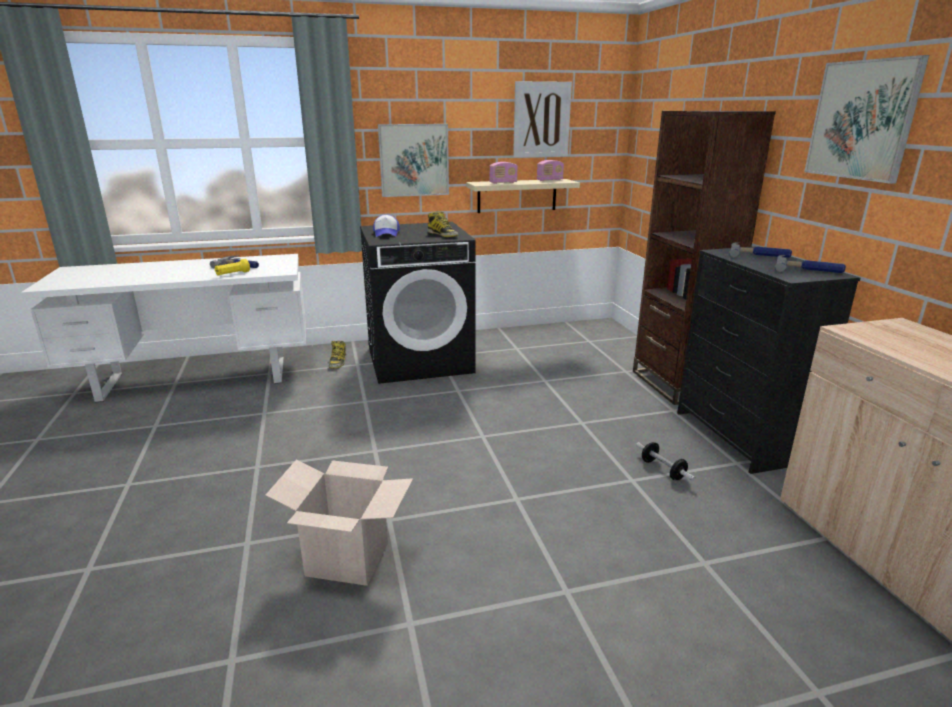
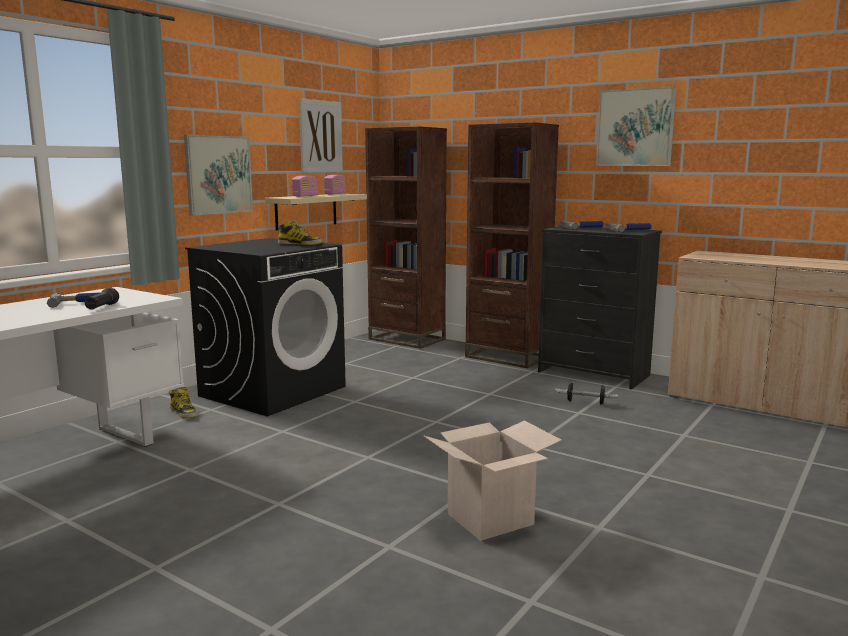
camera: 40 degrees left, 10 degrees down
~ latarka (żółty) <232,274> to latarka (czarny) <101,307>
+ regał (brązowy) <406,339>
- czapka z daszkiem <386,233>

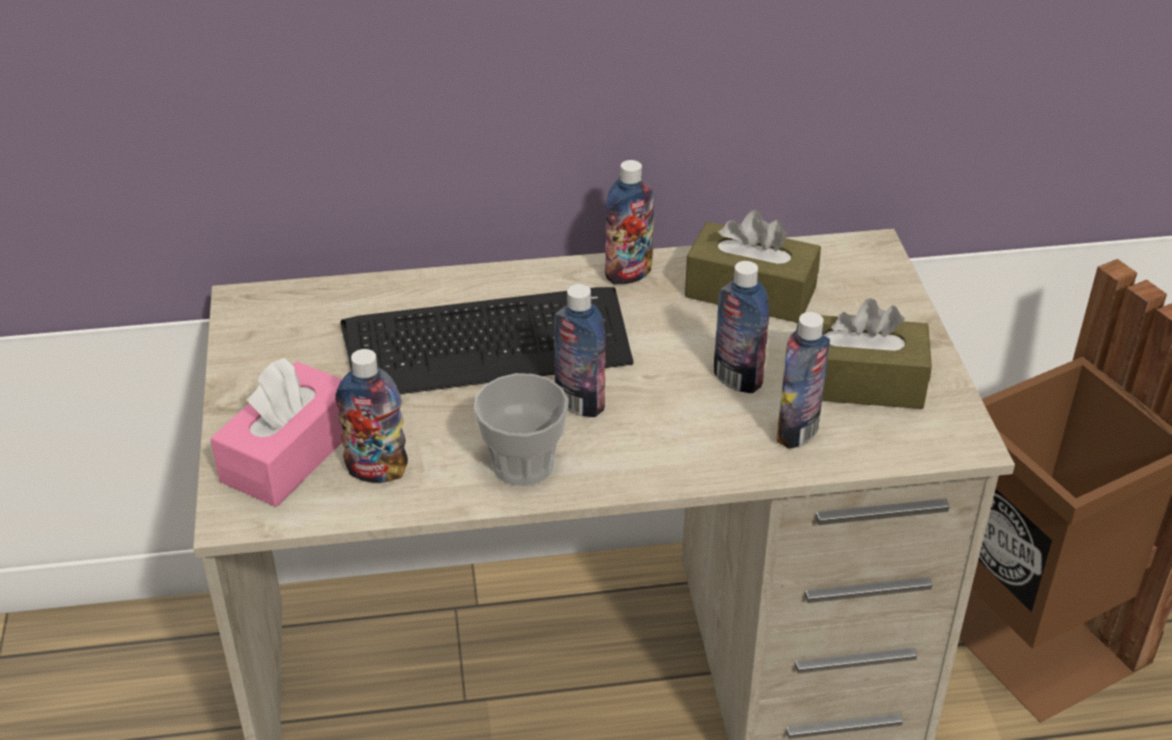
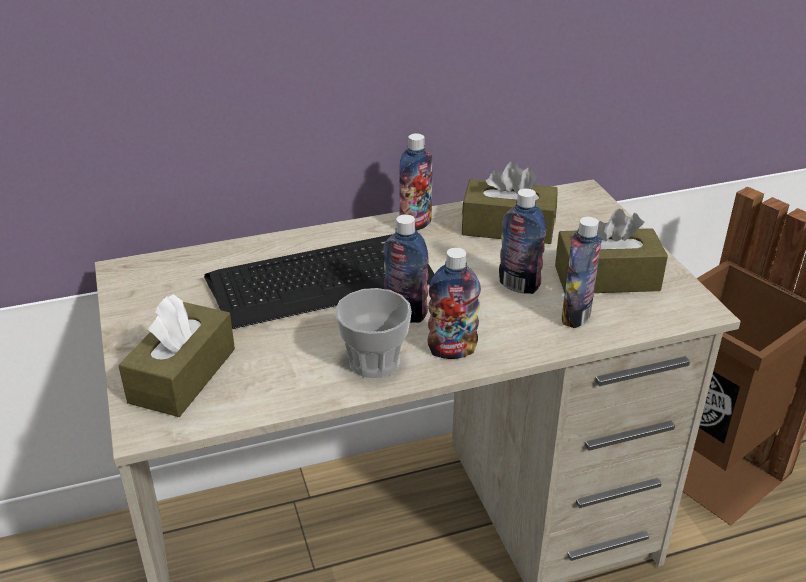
camera: 10 degrees left, 5 degrees down
~ pudełko chusteczek (różowy) <290,454> to pudełko chusteczek (brązowy) <183,375>
~ butelka <377,471> to <452,350>

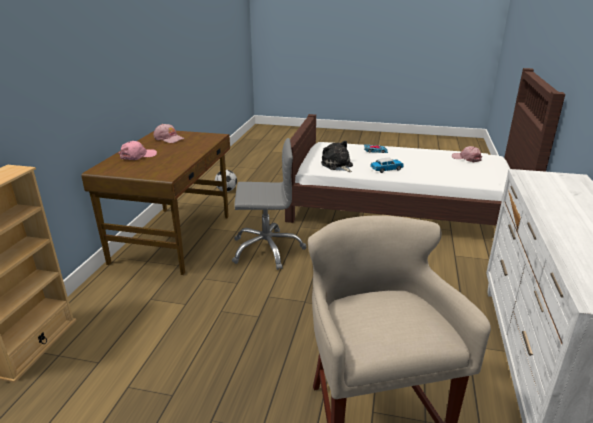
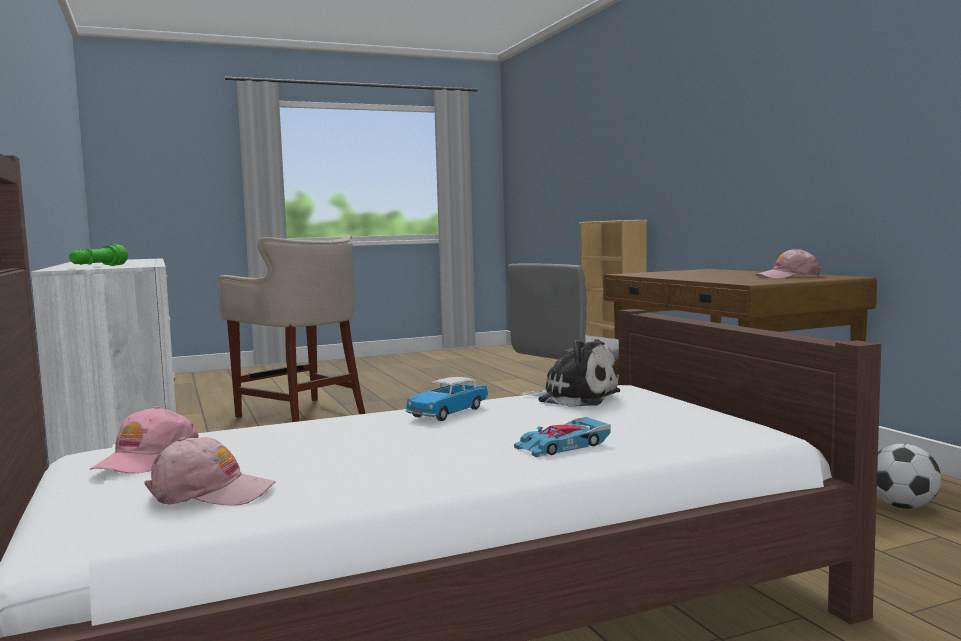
camera: 145 degrees right, 20 degrees down
+ latarka (zielony) <98,266>
~ czapka z daszkiem (różowy) <138,156> to <146,459>

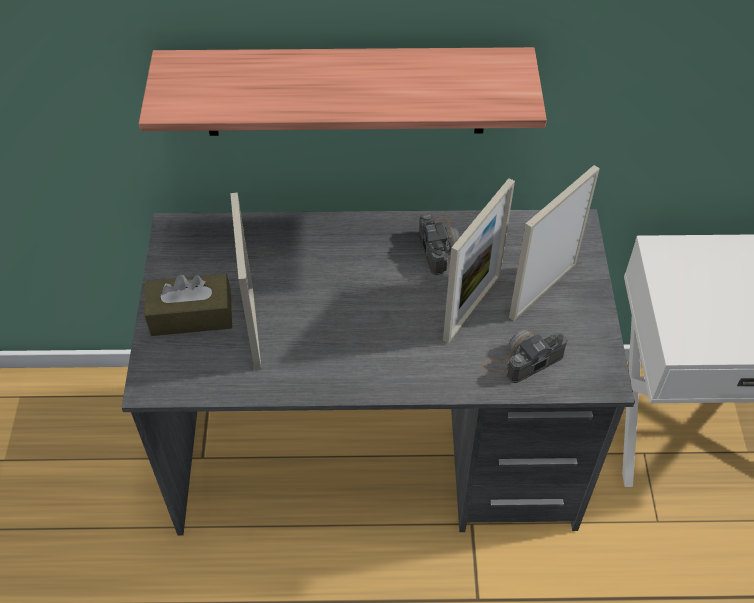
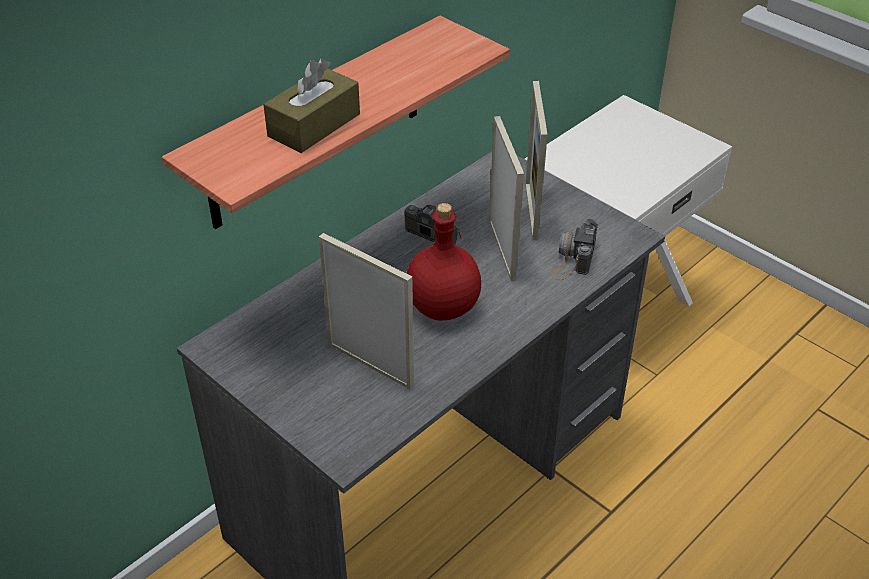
camera: 45 degrees left, 10 degrees down
~ pudełko chusteczek (brązowy) <191,315> to <314,125>
+ butelka (czerwony) <443,308>

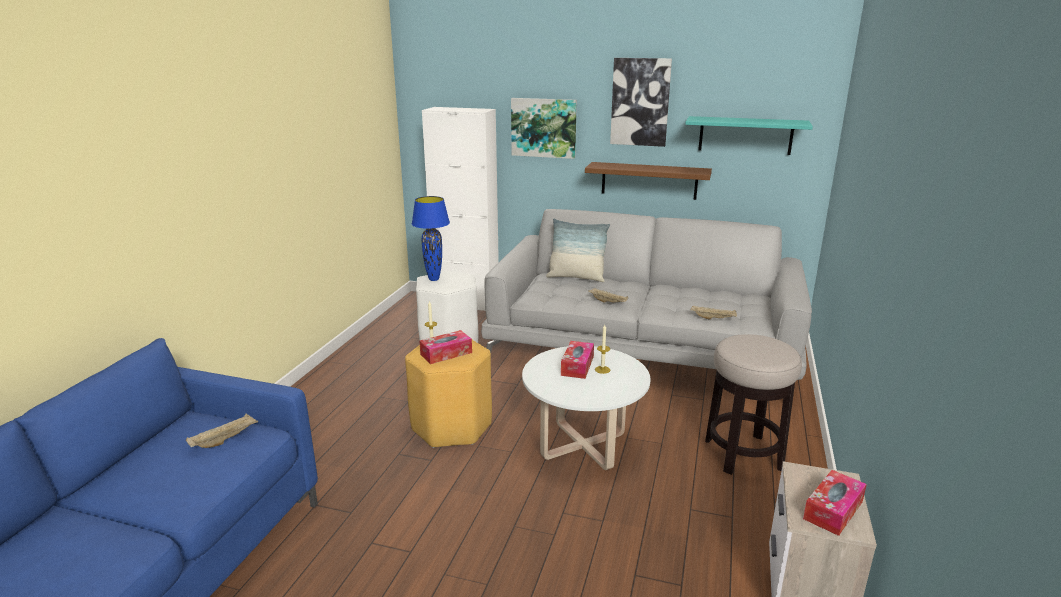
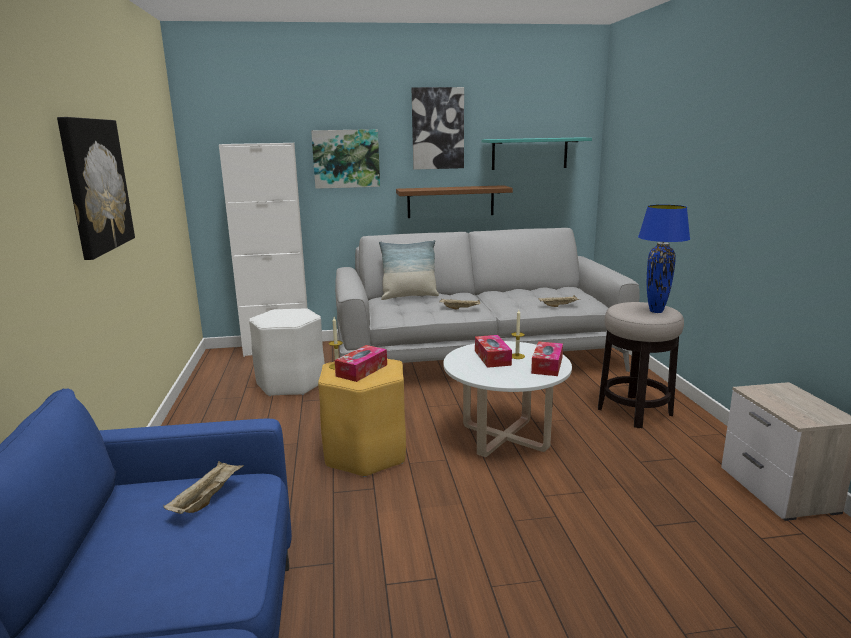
camera: 25 degrees left, 5 degrees down
+ obraz <96,185>
~ pudełko chusteczek <833,510> to <547,365>
~ lampa stołowa (niebieski) <434,279> to <656,311>

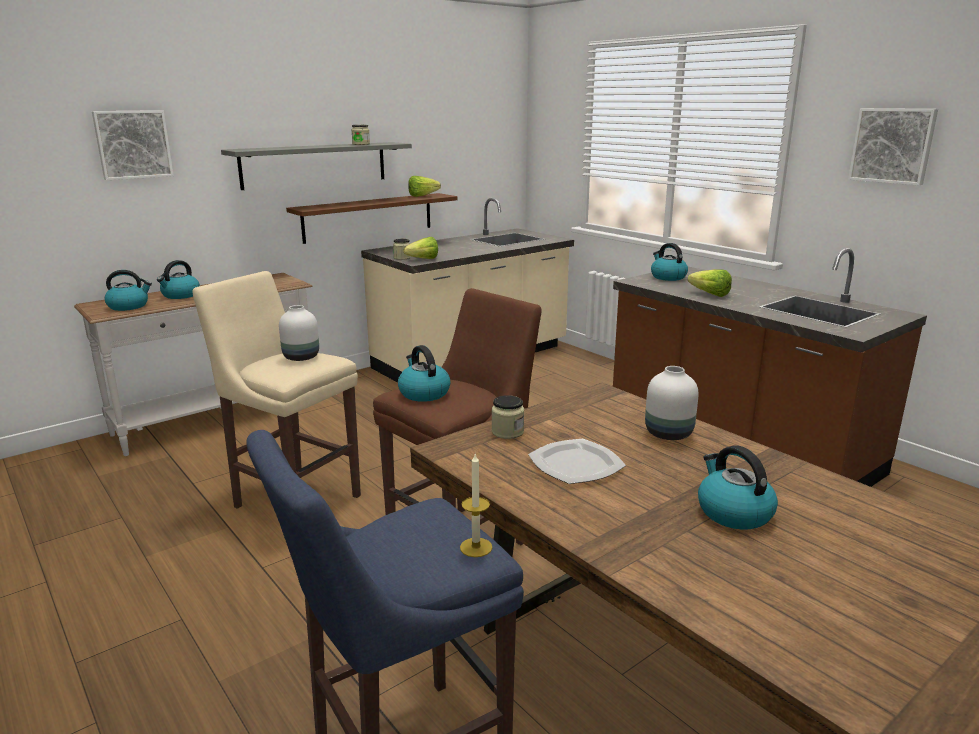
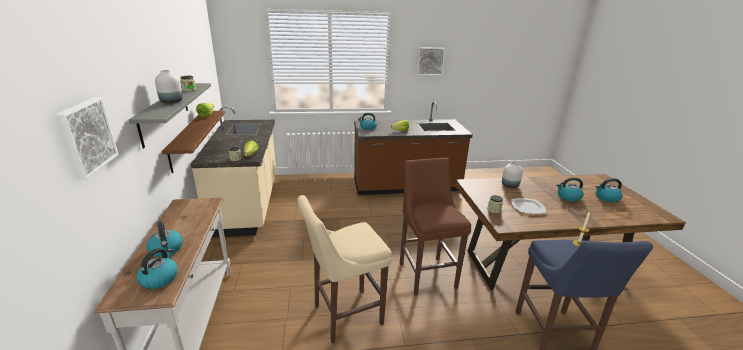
camera: 60 degrees left, 5 degrees up
~ wazon (biały) <302,357> to <172,102>
~ czajnik <423,393> to <606,198>

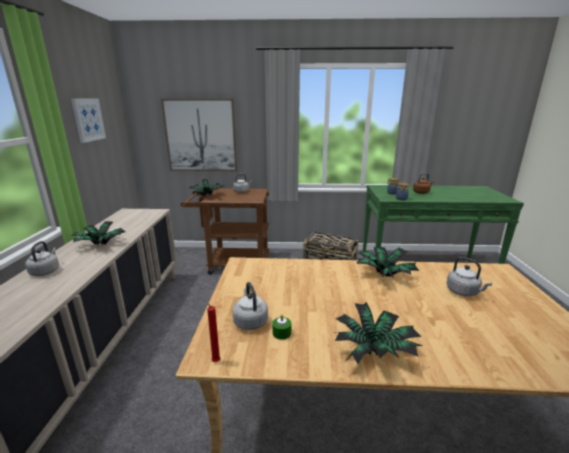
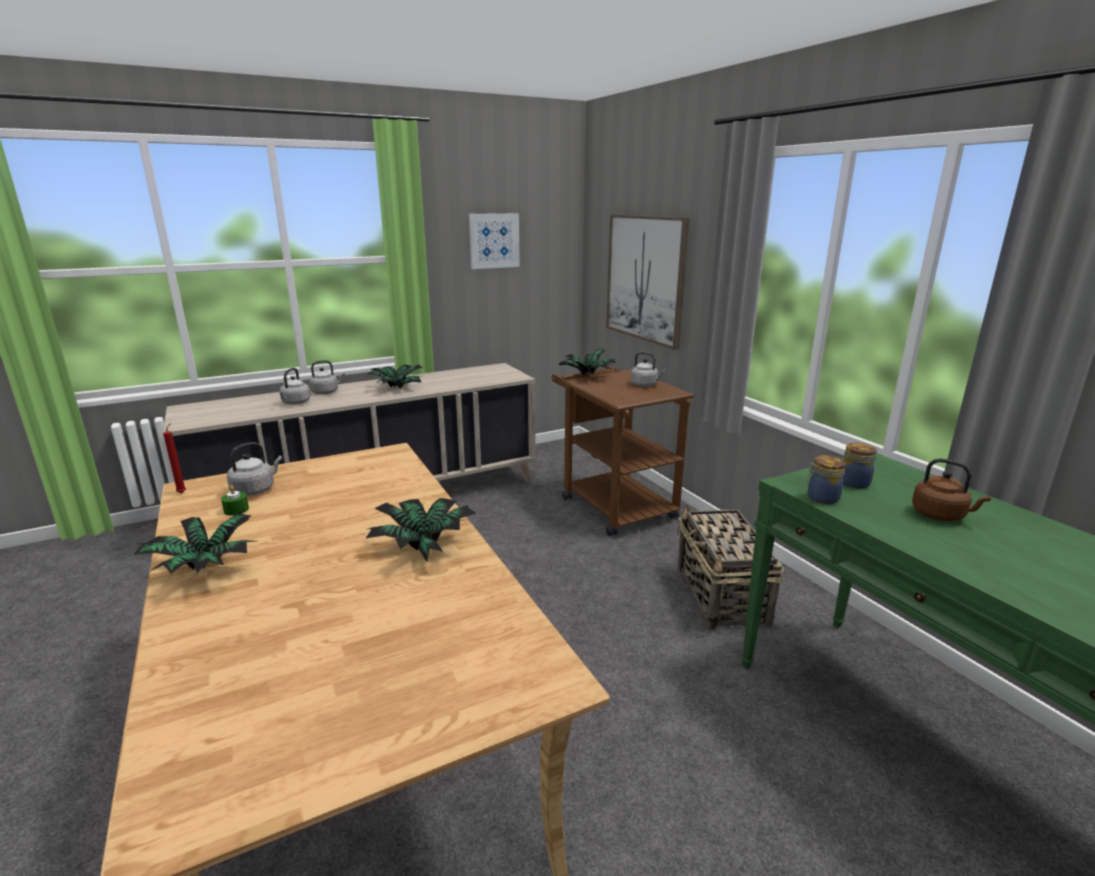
camera: 60 degrees right, 0 degrees up
~ czajnik (szary) <464,292> to <295,403>

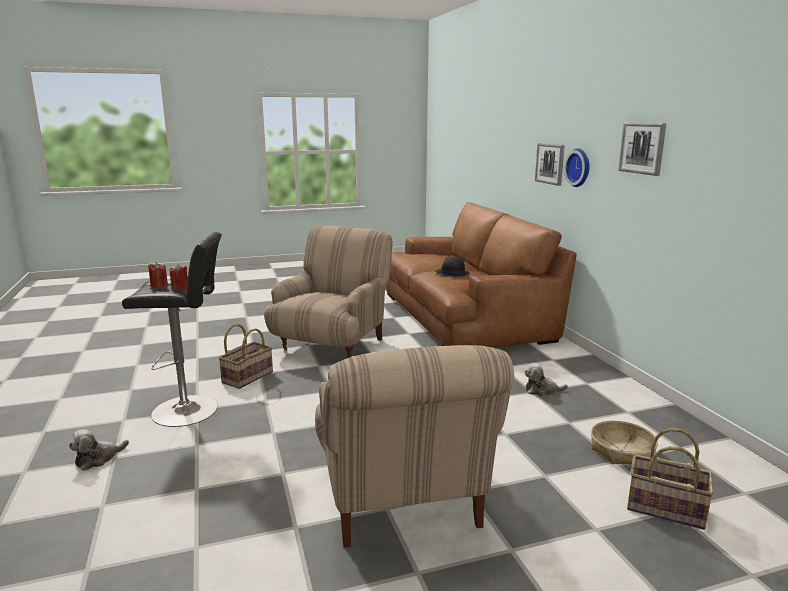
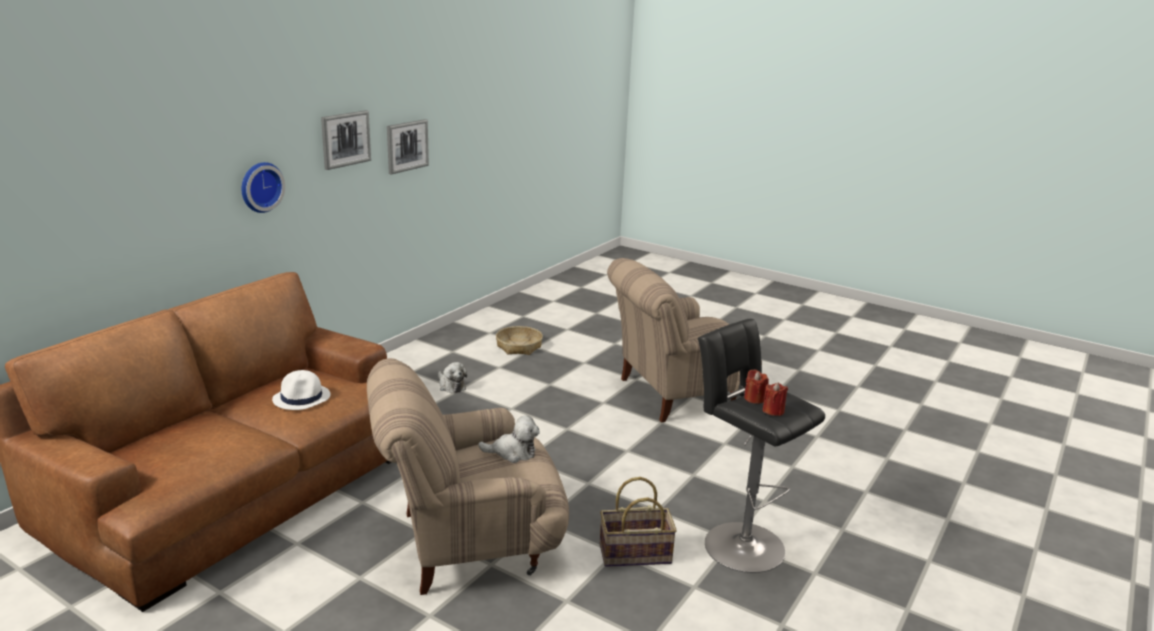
camera: 130 degrees left, 5 degrees up
~ kapelusz (czarny) <452,273> to kapelusz (biały) <302,398>
~ obraz <550,163> to <407,146>
~ pluszak <98,458> to <512,452>
~ fotel (beżowy) <403,499> = <676,394> 150 degrees counterclockwise
- koszyk <665,509>

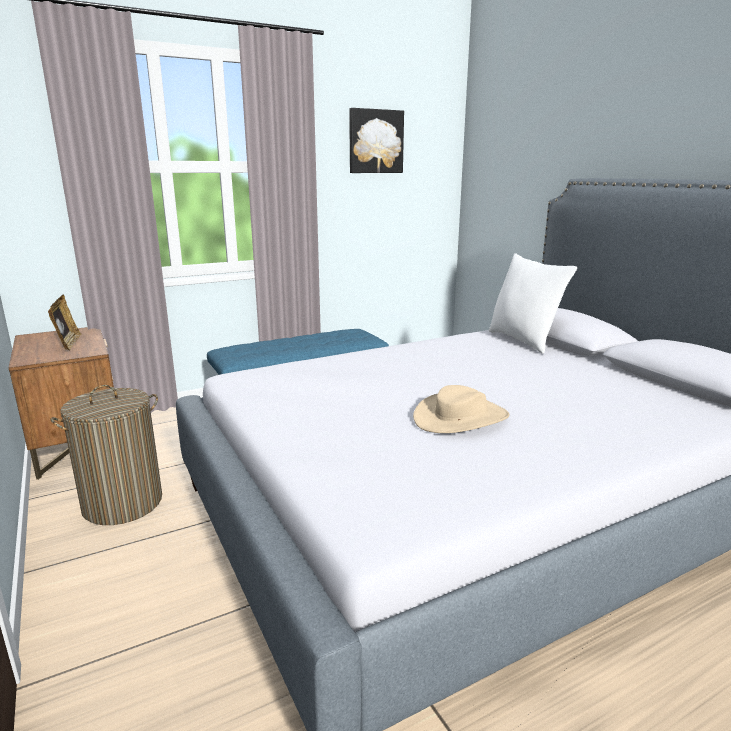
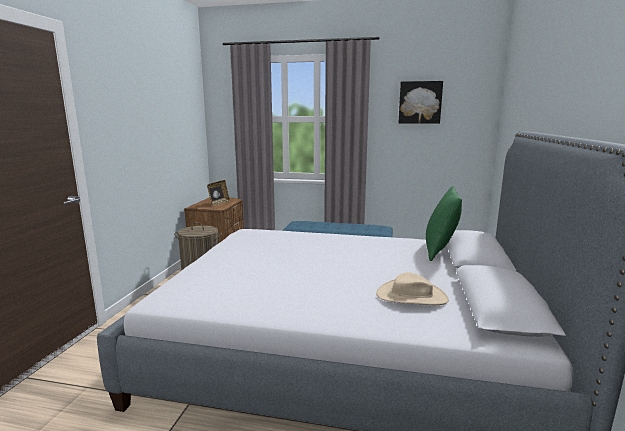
camera: 40 degrees right, 5 degrees down
~ kapelusz (beżowy) <461,418> to <411,296>
~ poduszka (biały) <524,340> to poduszka (zielony) <440,251>

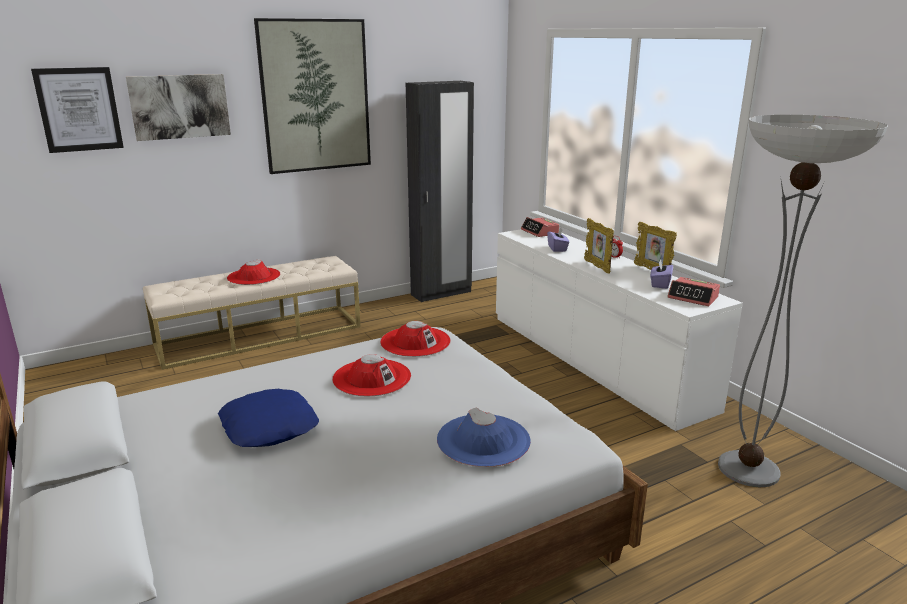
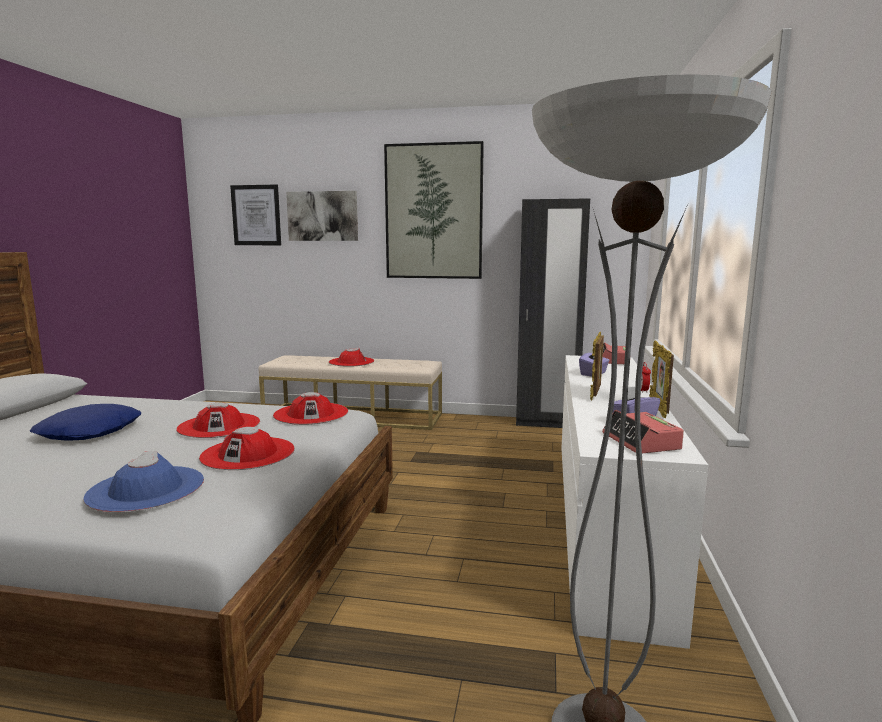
camera: 40 degrees right, 10 degrees down
+ kapelusz (czerwony) <248,453>

